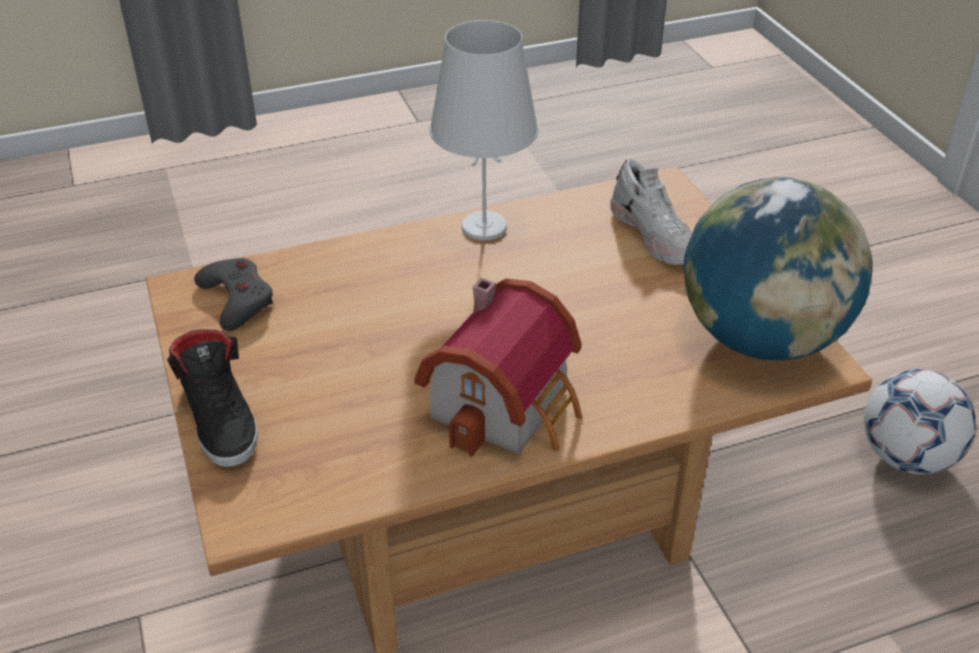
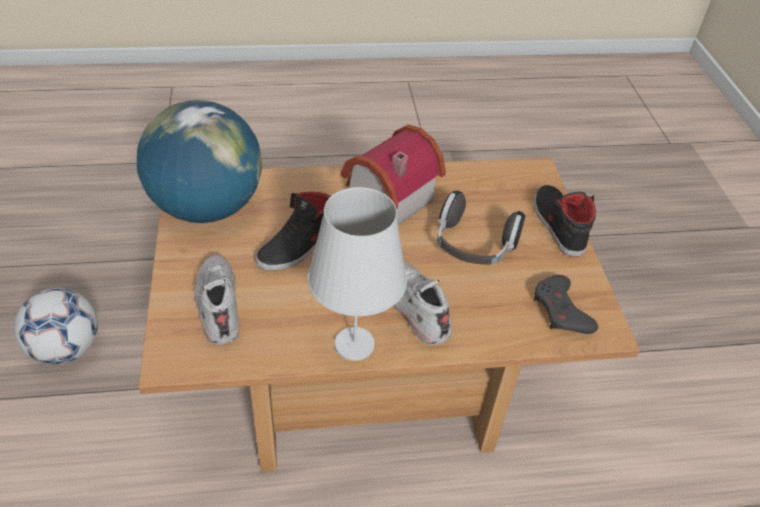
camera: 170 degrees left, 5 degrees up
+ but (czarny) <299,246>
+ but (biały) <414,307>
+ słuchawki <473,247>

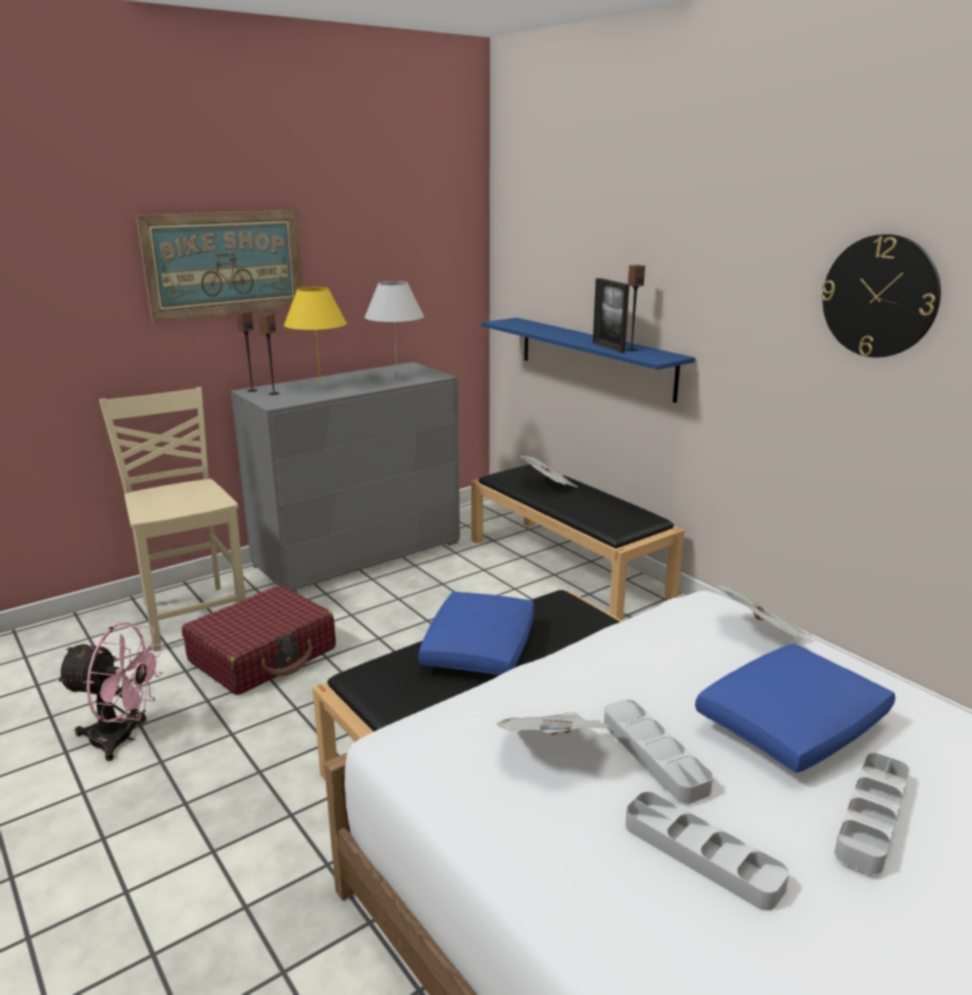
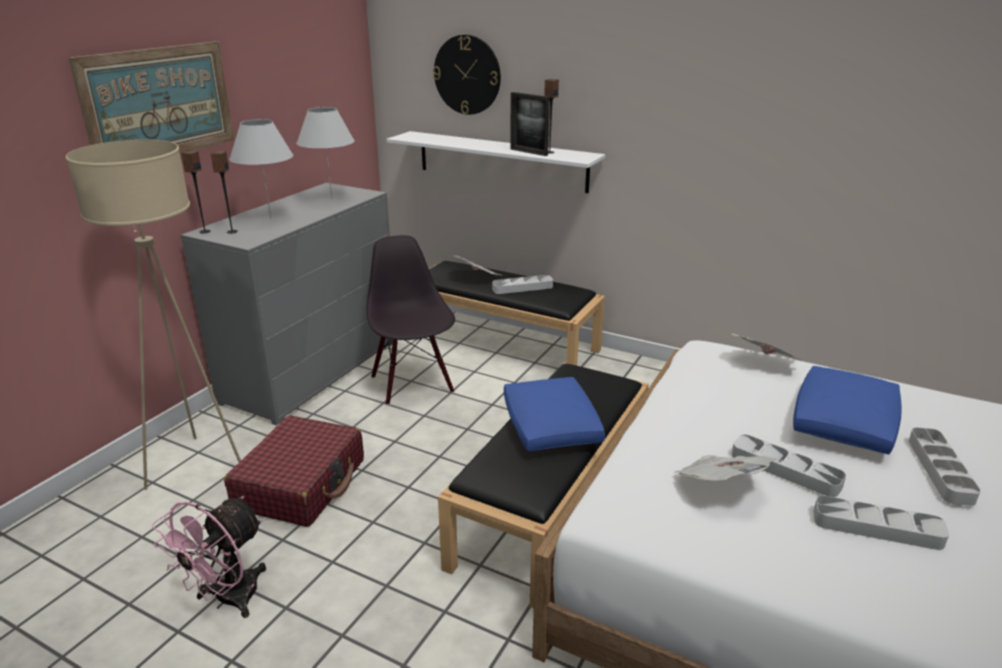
camera: 25 degrees left, 5 degrees up
~ krzesło (beżowy) <193,615> to lampa stojąca (beżowy) <196,465>
~ wentylator (różowy) <122,739> = <227,600> 135 degrees clockwise
~ lampa stołowa (żółty) <320,387> to lampa stołowa (biały) <270,219>
+ krzesło (czarny) <413,384>
~ półka (niebieski) <595,357> to półka (biały) <501,161>
~ zegar ścienny <879,296> to <467,75>
+ taca (szary) <522,288>

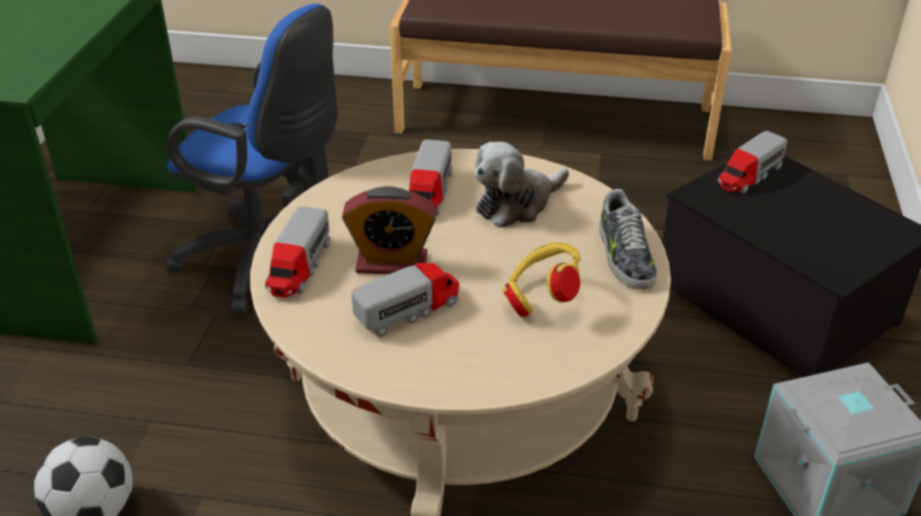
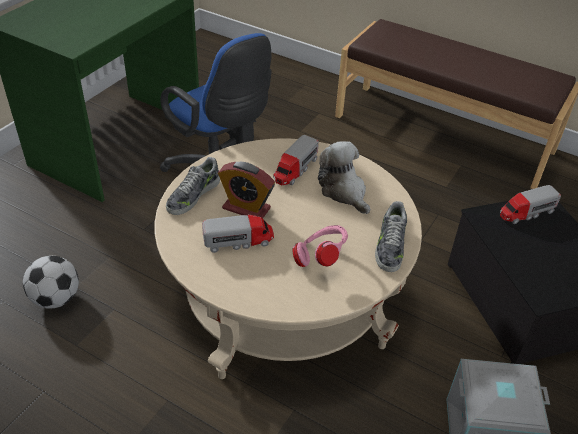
camera: 20 degrees right, 5 degrees up
~ ciężarówka zabawkowa <299,267> to but <193,195>
~ słuchawki (żółty) <541,299> to słuchawki (różowy) <320,258>
~ pluszak <517,204> = <344,191> 75 degrees clockwise

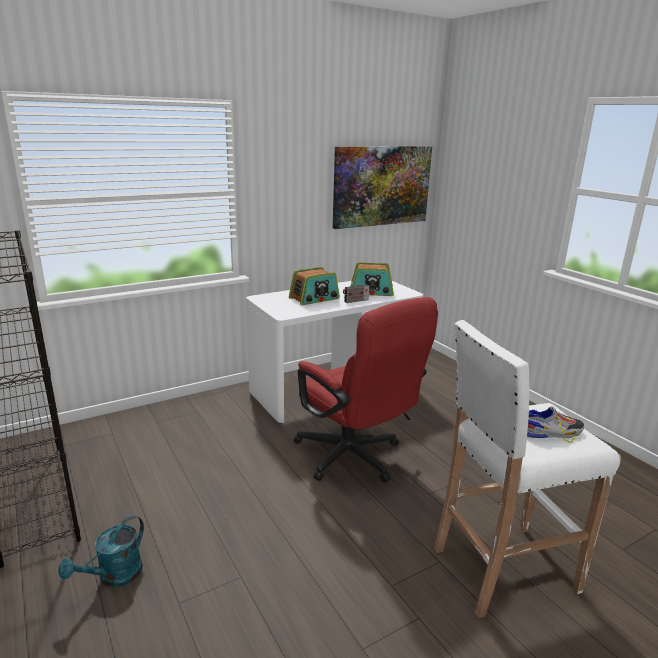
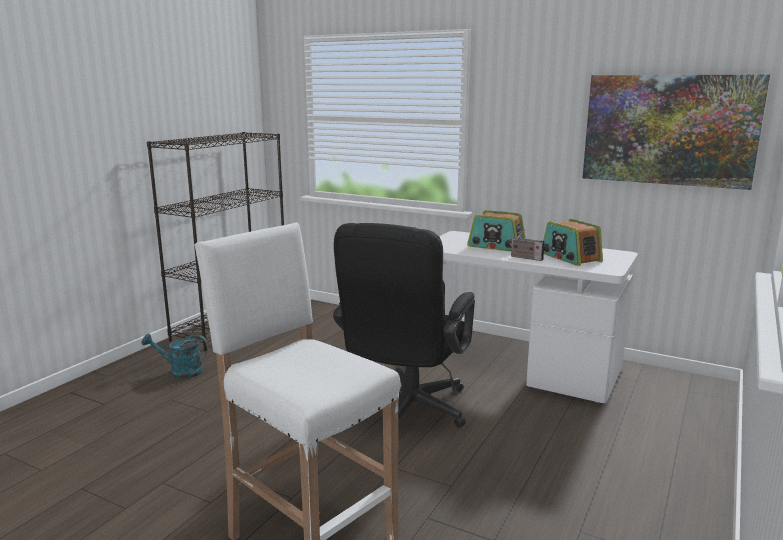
camera: 60 degrees right, 5 degrees down
~ krzesło biurowe (czerwony) <355,459> to krzesło biurowe (czarny) <406,412>
- but <552,432>

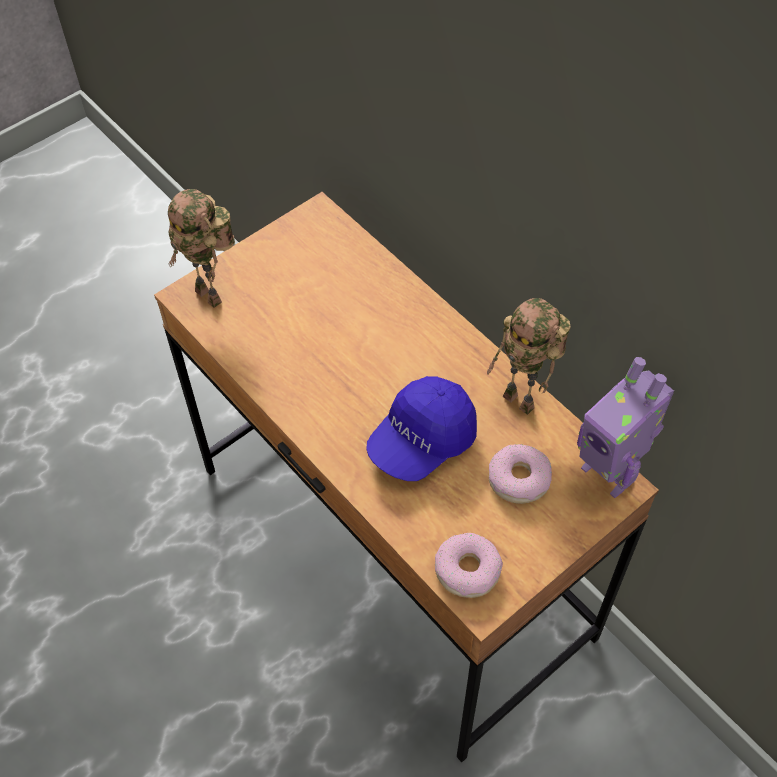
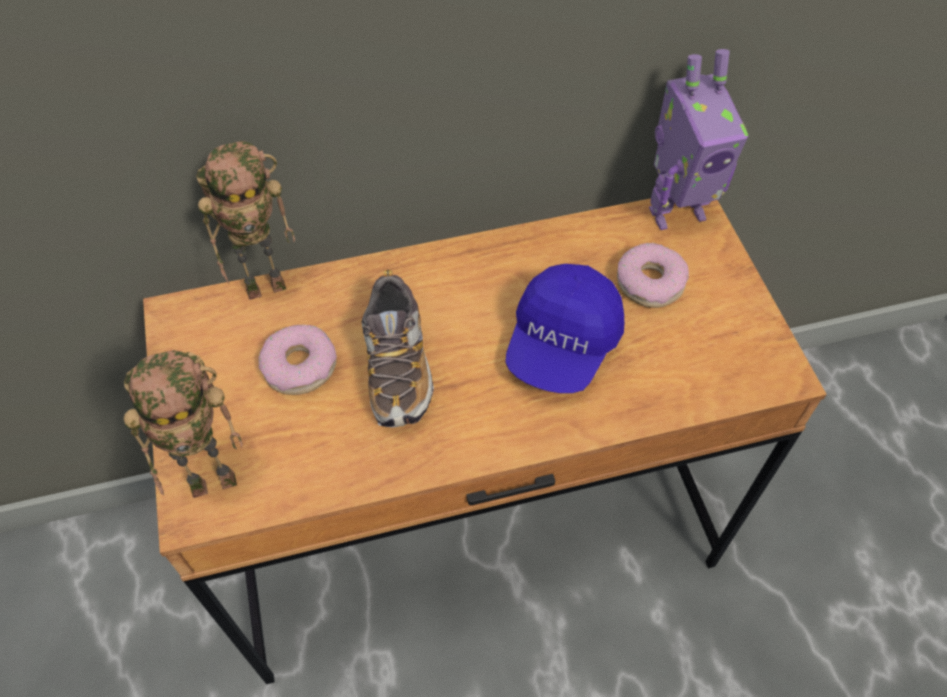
camera: 65 degrees left, 0 degrees up
~ robot zabawkowy <523,401> to <268,285>
~ donut <467,570> to <300,366>
+ but <398,367>
~ czapka z daszkiem (niebieski) <422,441> = <562,345> 45 degrees clockwise

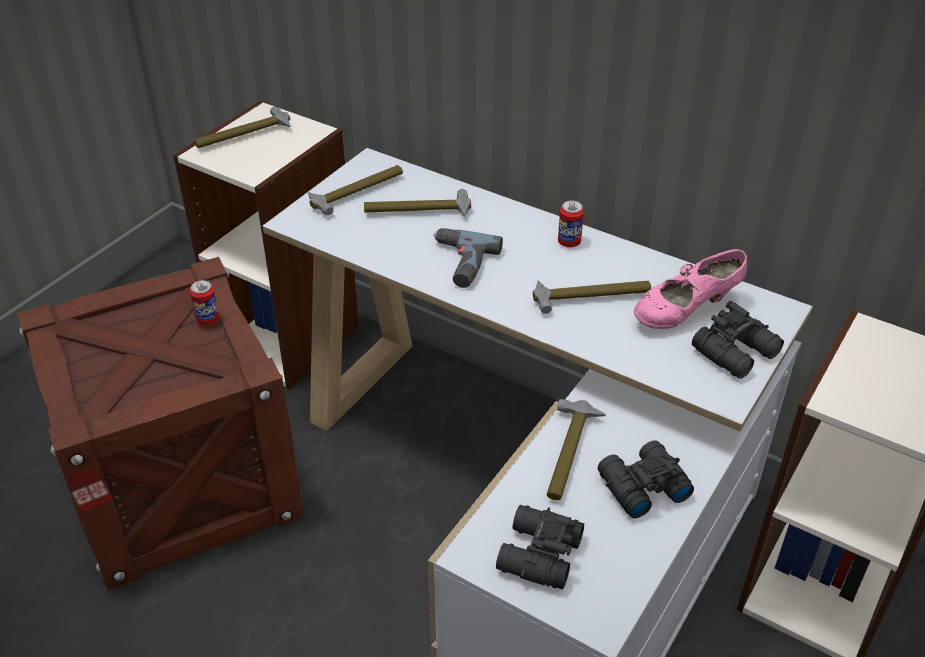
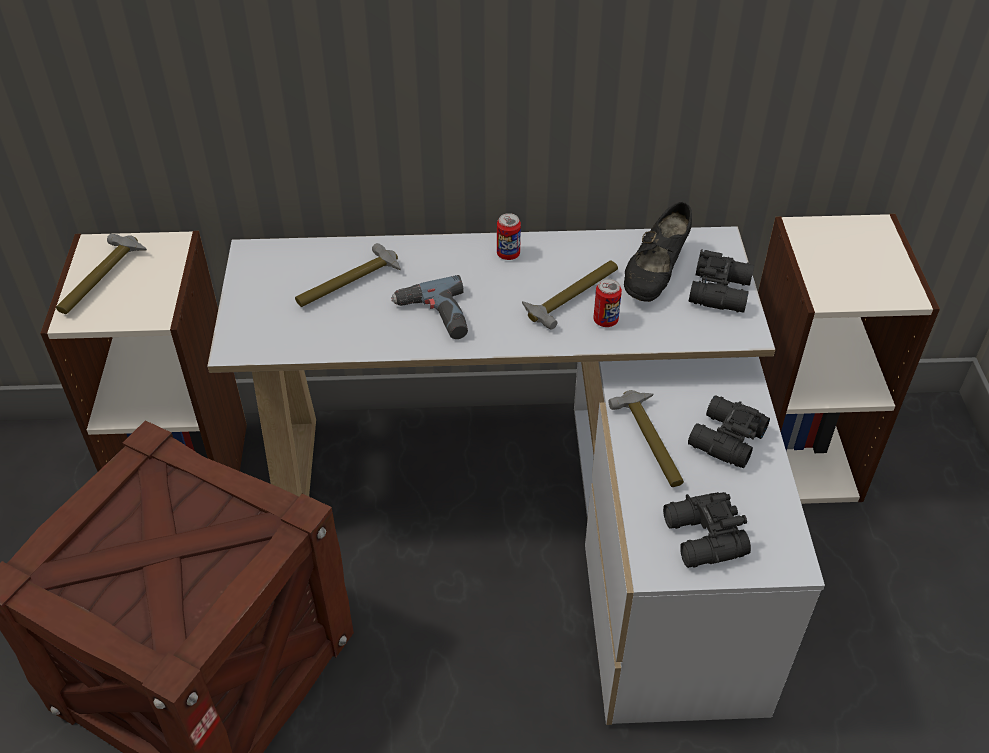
camera: 35 degrees left, 5 degrees up
~ puszka <208,320> to <605,320>
~ but (różowy) <685,312> to but (czarny) <655,275>
- młotek <357,193>

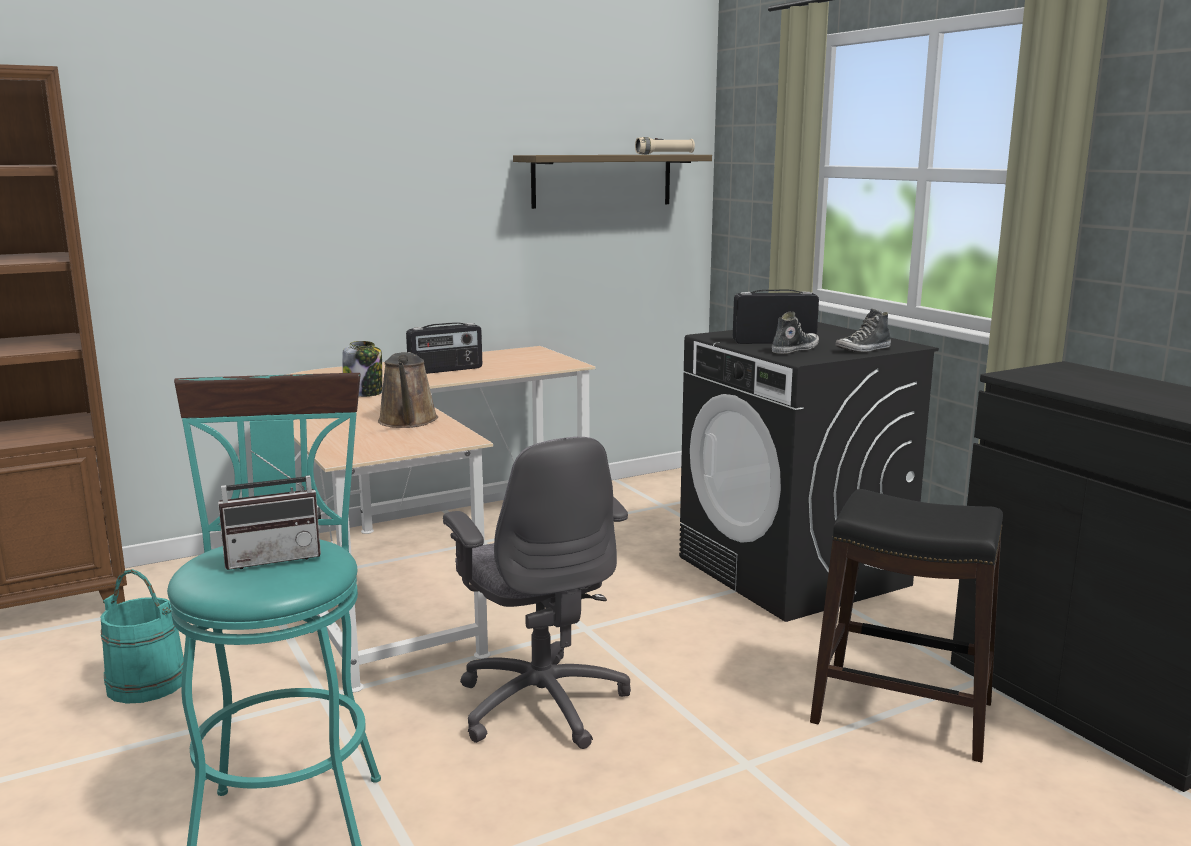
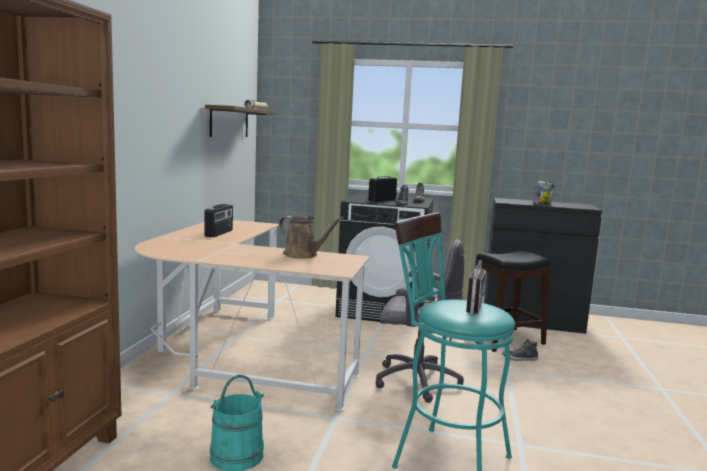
camera: 50 degrees left, 5 degrees down
+ but <520,359>
~ słoik <364,393> to <541,204>

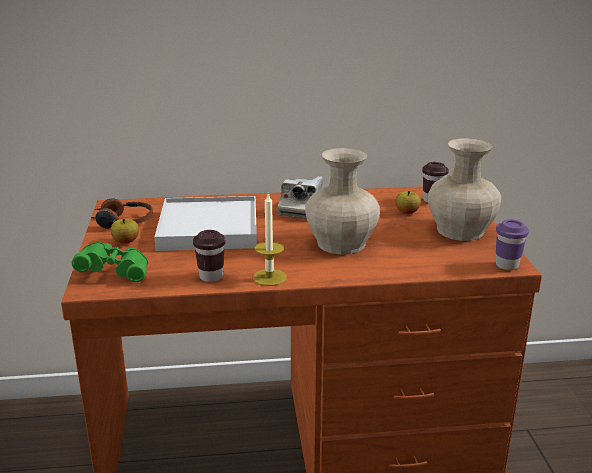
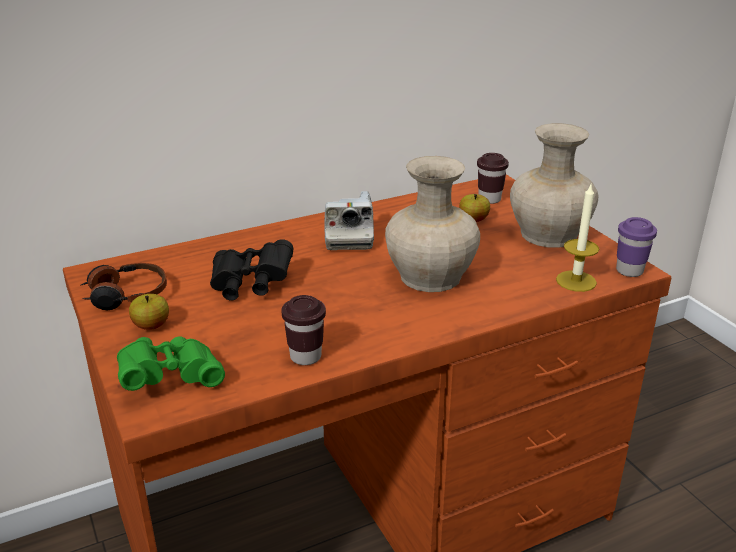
camera: 20 degrees left, 5 degrees up
~ taca (biały) <208,228> to lornetka (czarny) <250,285>
~ świeca <269,277> to <576,281>

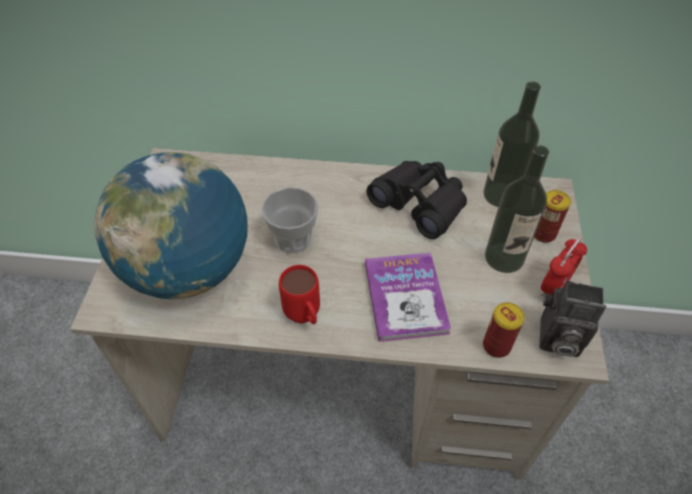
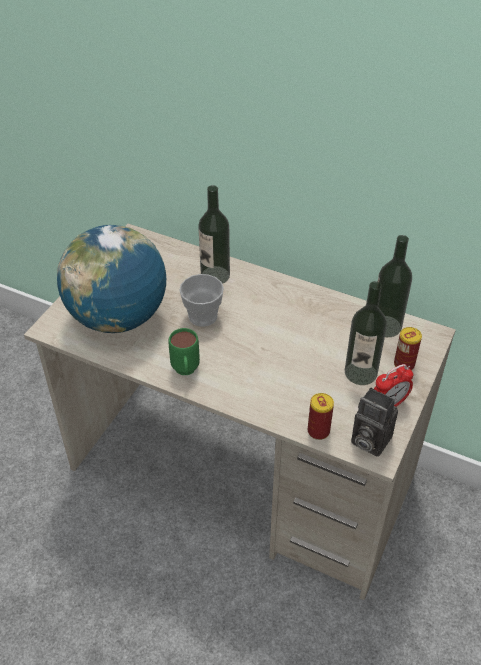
camera: 20 degrees right, 5 degrees down
~ kubek (czerwony) <305,318> to kubek (zielony) <185,372>
+ butelka <215,275>
- książka <405,297>
- lornetka (czarny) <420,204>

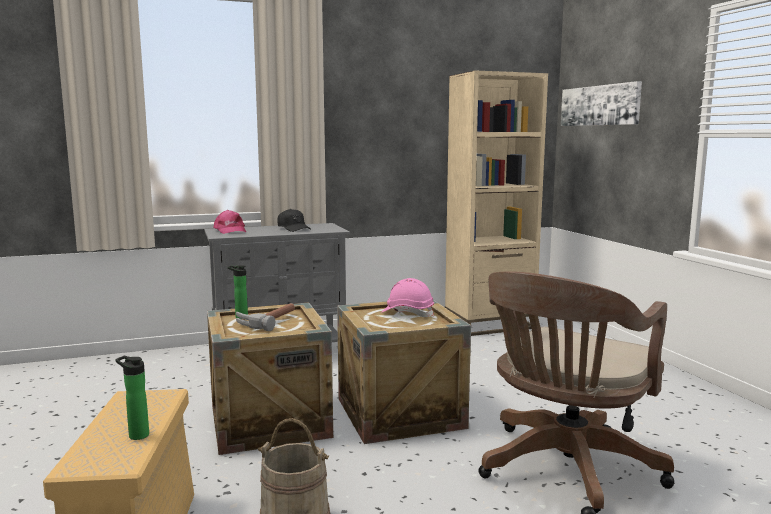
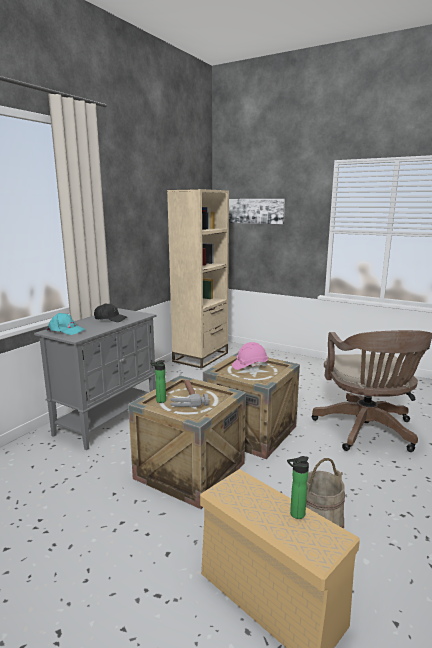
camera: 40 degrees left, 5 degrees up
~ czapka z daszkiem (różowy) <230,230> to czapka z daszkiem (turkusowy) <66,330>

